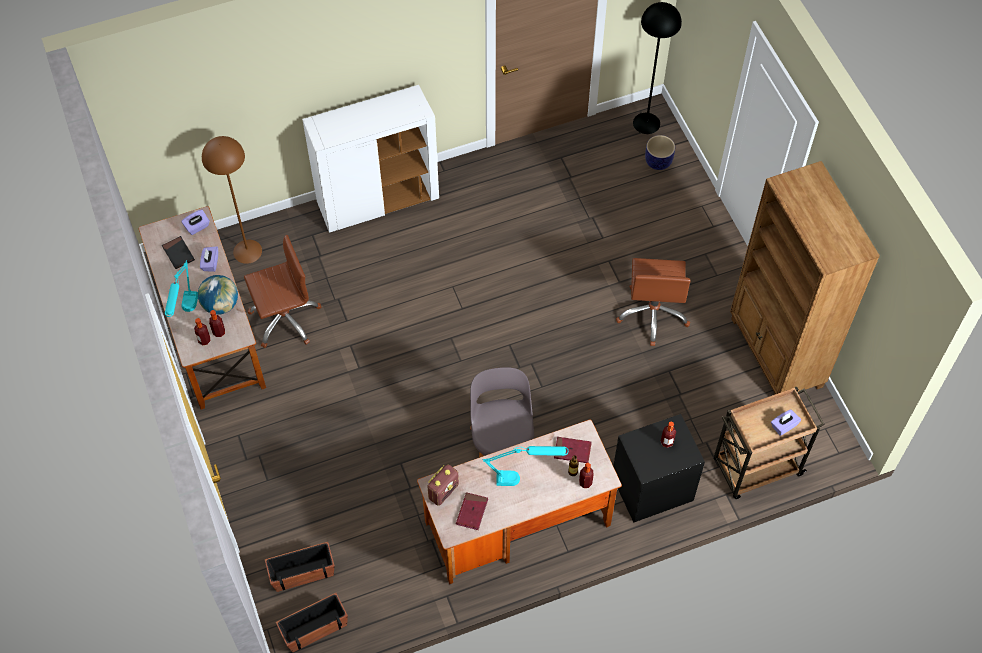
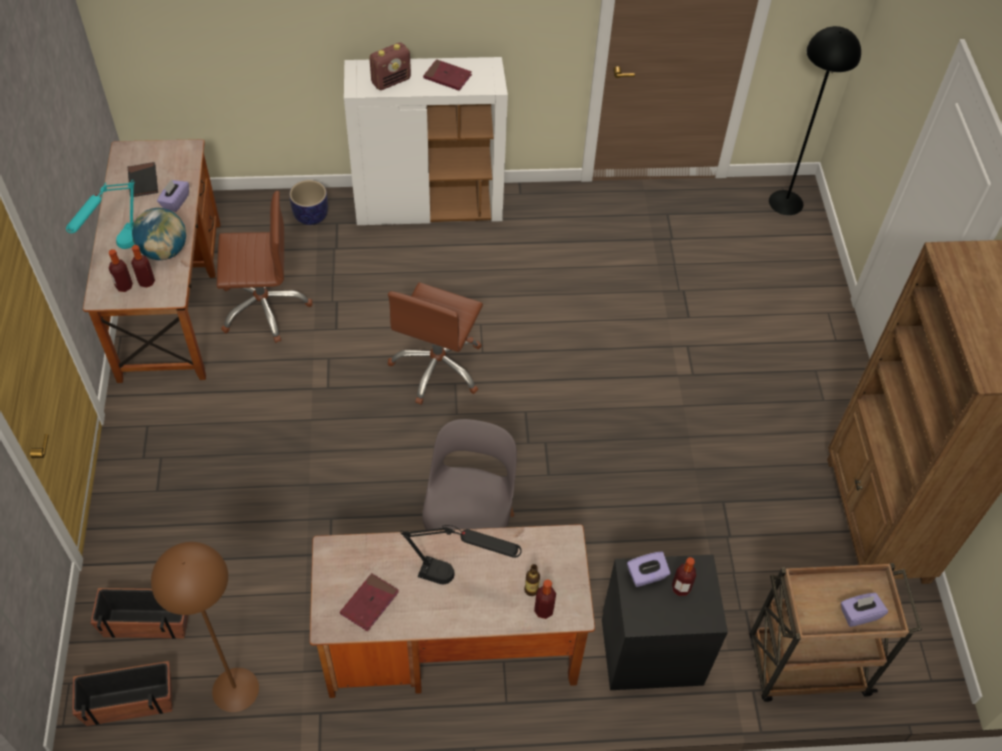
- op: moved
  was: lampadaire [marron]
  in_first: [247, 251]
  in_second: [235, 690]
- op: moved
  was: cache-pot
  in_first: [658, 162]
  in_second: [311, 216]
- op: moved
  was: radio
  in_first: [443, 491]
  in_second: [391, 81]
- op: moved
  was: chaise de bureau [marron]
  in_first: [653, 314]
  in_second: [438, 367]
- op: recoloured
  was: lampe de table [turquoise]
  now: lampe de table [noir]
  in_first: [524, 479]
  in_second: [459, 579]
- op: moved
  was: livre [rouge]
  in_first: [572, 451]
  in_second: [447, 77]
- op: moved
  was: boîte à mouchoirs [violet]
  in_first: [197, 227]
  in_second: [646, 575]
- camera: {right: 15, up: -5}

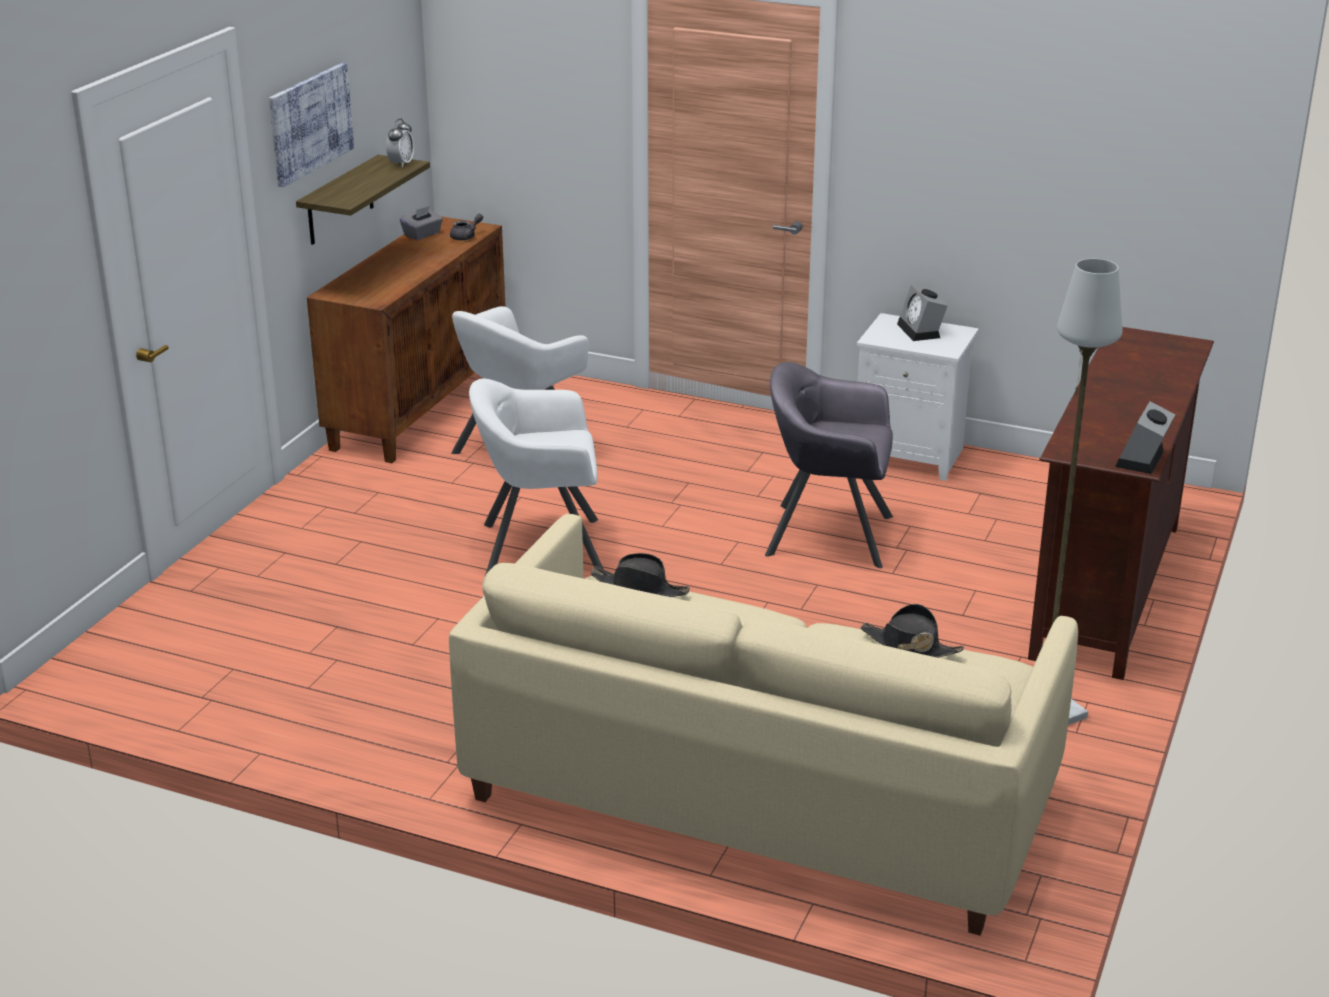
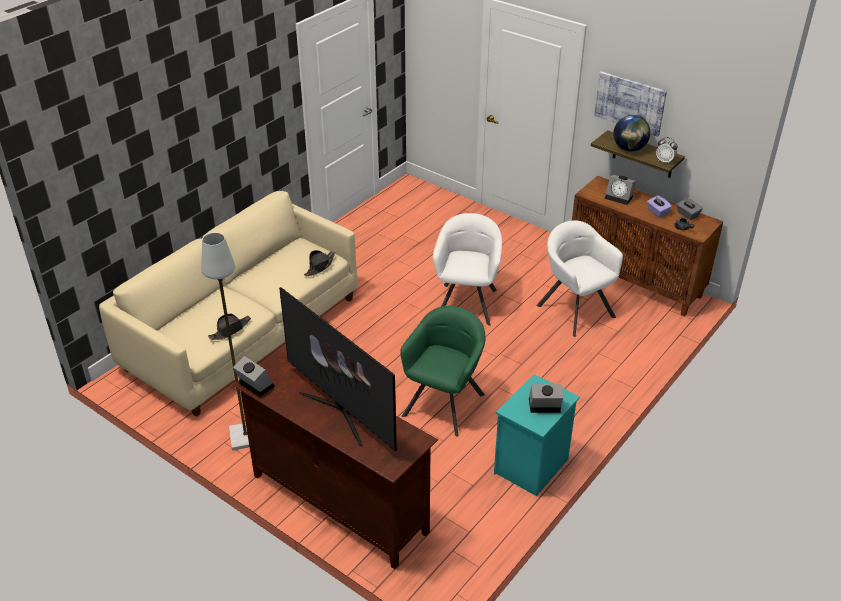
- op: added
  now: téléviseur
  in_second: [341, 410]
- op: recoloured
  was: fauteuil [gris]
  now: fauteuil [vert]
  in_first: [828, 534]
  in_second: [444, 404]
- op: recoloured
  was: table de chevet [blanc]
  now: table de chevet [turquoise]
  in_first: [912, 456]
  in_second: [531, 467]
- op: added
  now: réveil
  in_second: [620, 197]
- op: added
  now: globe
  in_second: [629, 149]
- op: added
  now: boîte à mouchoirs [violet]
  in_second: [657, 212]
- camera: {right: 105, up: 10}

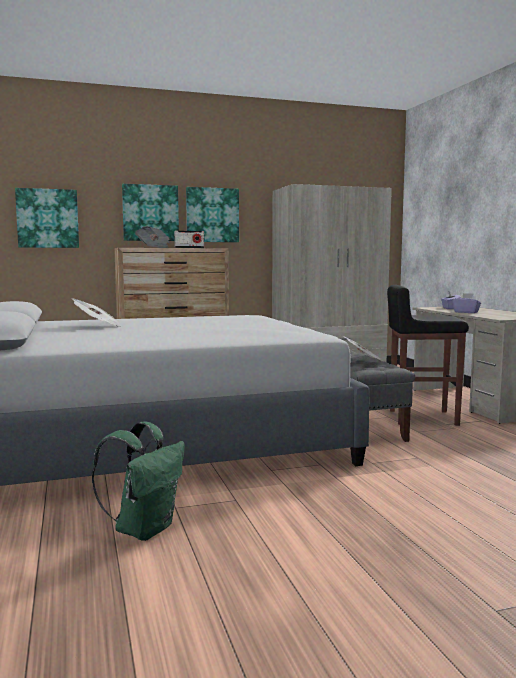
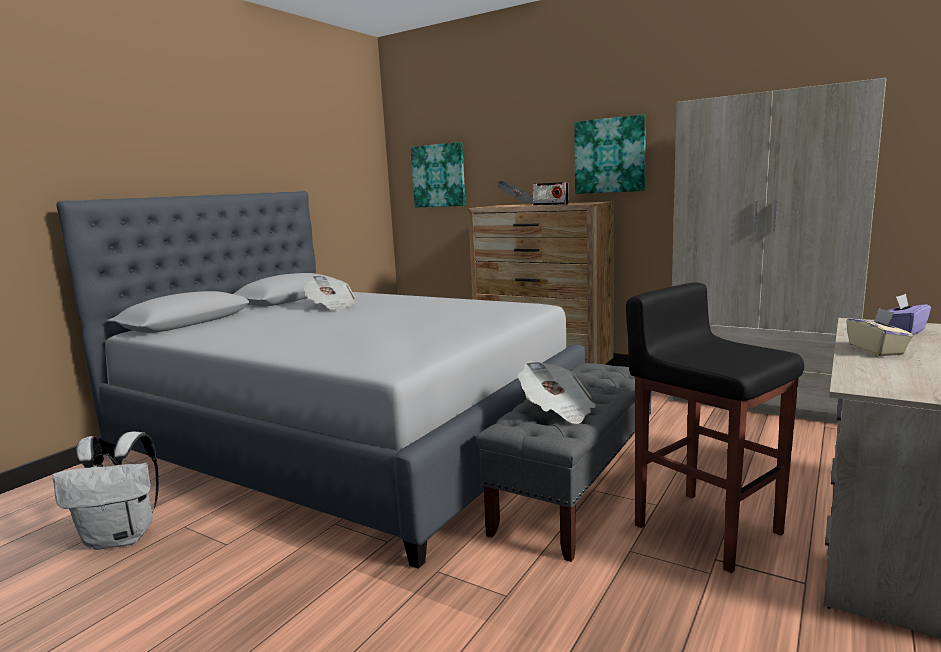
- op: recoloured
  was: sac à dos [vert]
  now: sac à dos [blanc]
  in_first: [144, 529]
  in_second: [123, 537]
- op: recoloured
  was: boîte à mouchoirs [violet]
  now: boîte à mouchoirs [beige]
  in_first: [466, 312]
  in_second: [876, 350]
- op: removed
  was: tableau
  in_first: [150, 213]
- camera: {right: 50, up: 5}

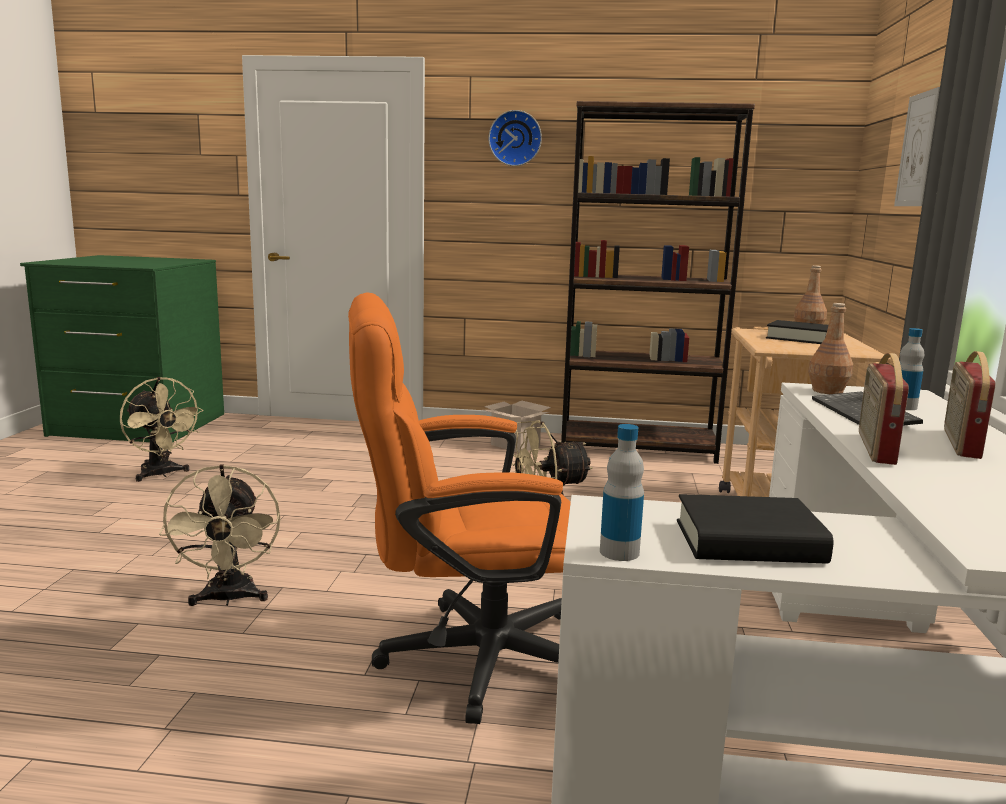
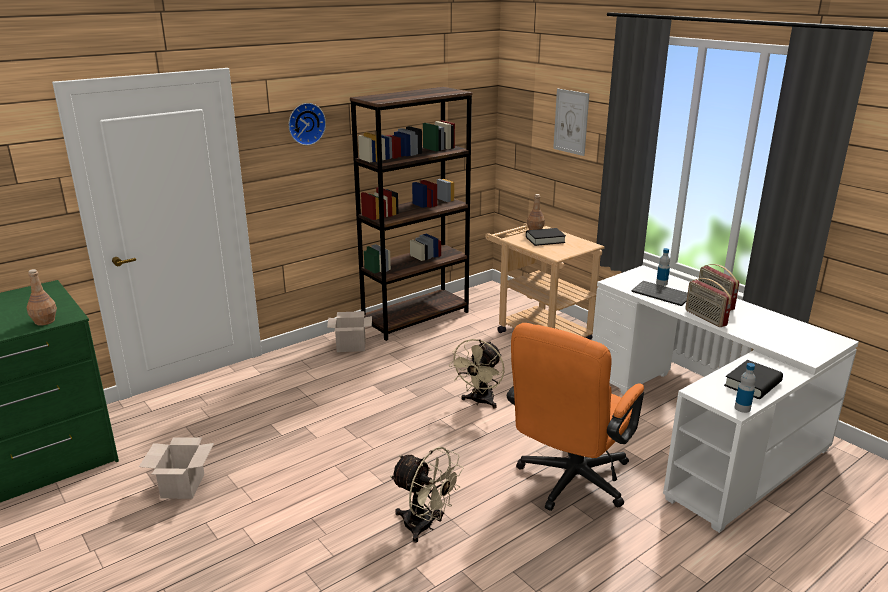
- op: moved
  was: bouteille [marron]
  in_first: [827, 391]
  in_second: [44, 321]
- op: replaced
  was: ventilateur [beige]
  now: carton
  in_first: [161, 474]
  in_second: [182, 485]
- camera: {right: -45, up: 10}

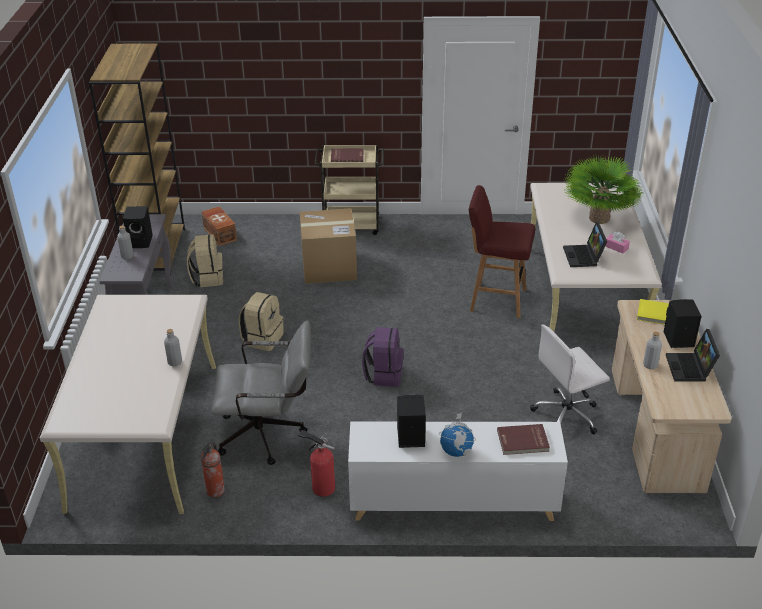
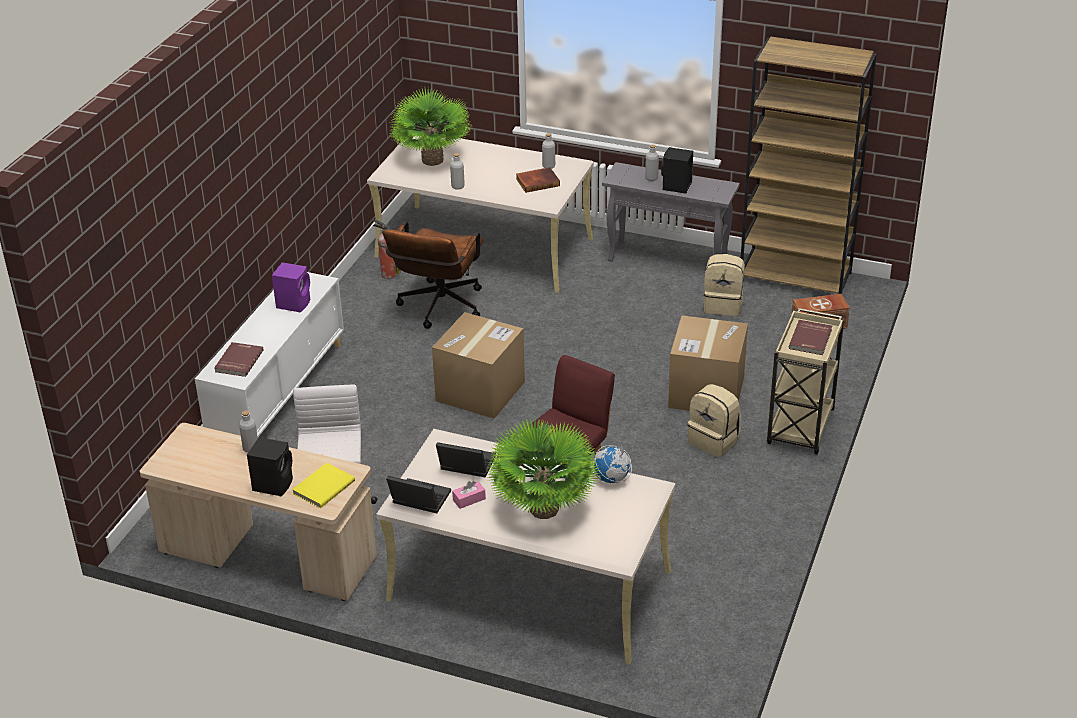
- op: recoloured
  was: enceinte [noir]
  now: enceinte [violet]
  in_first: [409, 437]
  in_second: [294, 303]
- op: recoloured
  was: chaise de bureau [gris]
  now: chaise de bureau [marron]
  in_first: [269, 434]
  in_second: [438, 309]
- op: moved
  was: ordinateur portable
  in_first: [690, 368]
  in_second: [418, 500]
- op: added
  now: plante en pot
  in_second: [432, 160]
- op: replaced
  was: sac à dos [violet]
  now: carton
  in_first: [384, 374]
  in_second: [480, 391]
- op: added
  now: livre
  in_second: [537, 182]
- op: added
  now: bouteille [gris]
  in_second: [548, 166]
- op: moved
  was: globe
  in_first: [456, 451]
  in_second: [611, 479]
- op: moved
  was: sac à dos [beige]
  in_first: [262, 338]
  in_second: [714, 441]
- op: removed
  was: extincteur
  in_first: [321, 487]
- camera: {right: 110, up: 0}

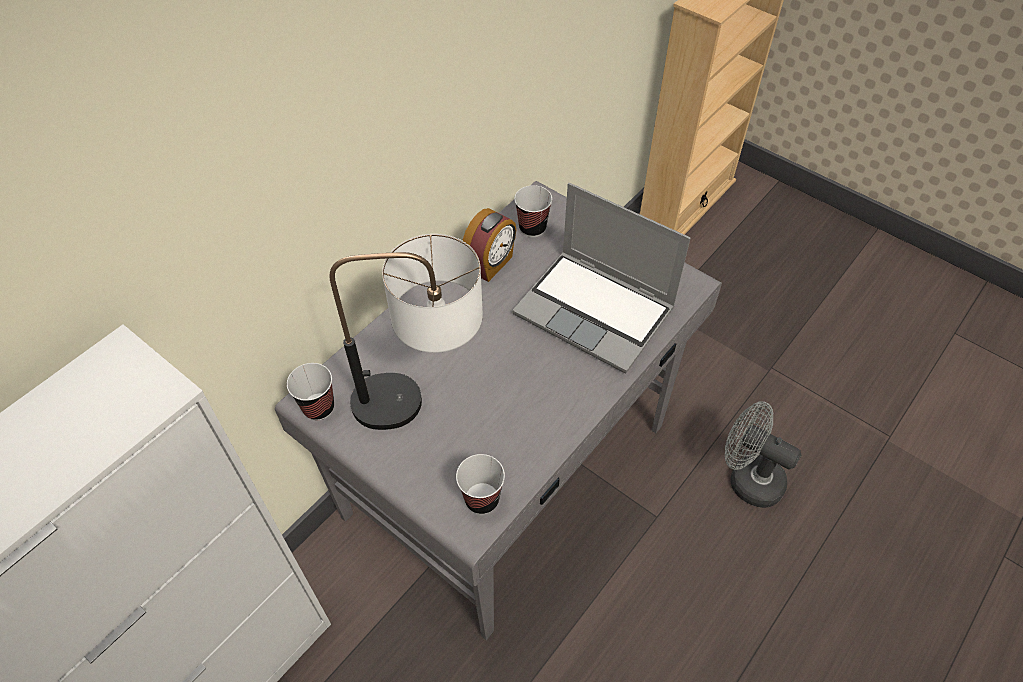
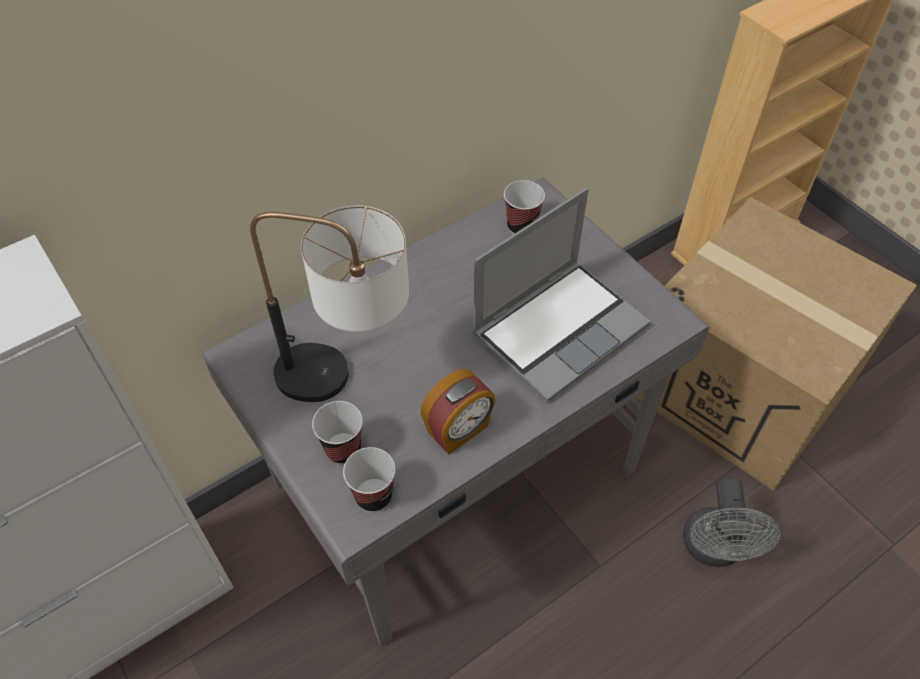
- op: moved
  was: tasse
  in_first: [318, 407]
  in_second: [343, 449]
- op: moved
  was: réveil
  in_first: [490, 264]
  in_second: [458, 430]
- op: turned
  was: ordinateur portable
  in_first: [596, 311]
  in_second: [560, 328]
  clockwise: -90
- op: added
  now: carton
  in_second: [742, 386]
- op: turned
  was: ventilateur [gris]
  in_first: [747, 478]
  in_second: [713, 550]
  clockwise: -135
- camera: {right: 15, up: 0}

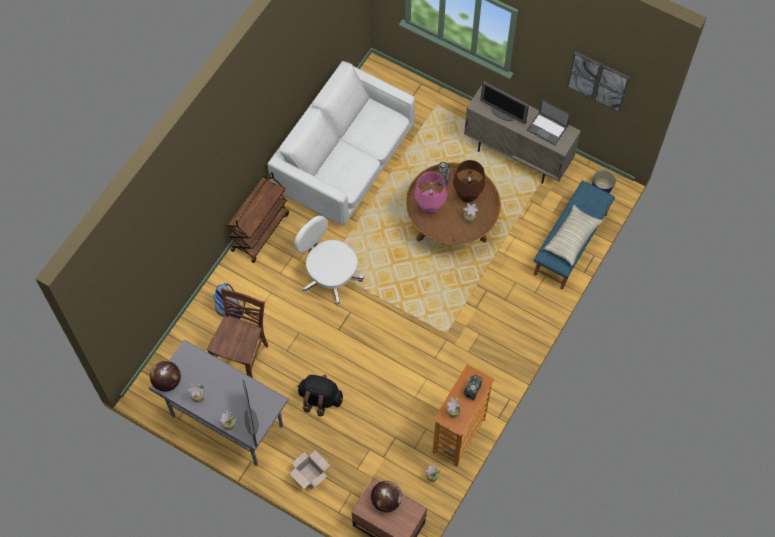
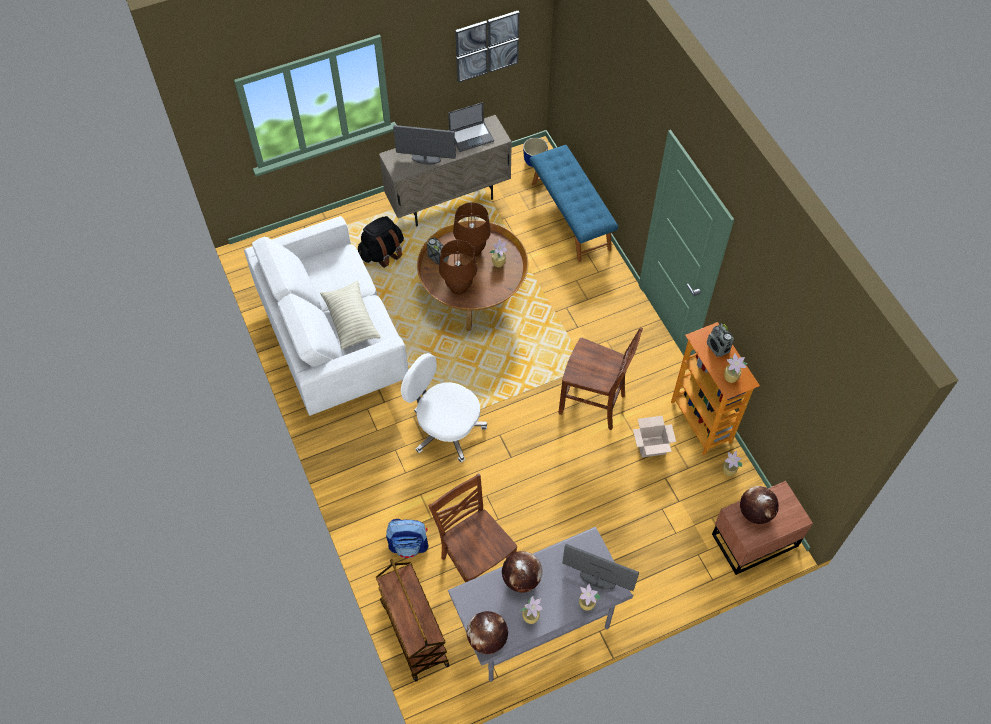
- op: moved
  was: coussin
  in_first: [572, 239]
  in_second: [351, 320]
- op: moved
  was: sac à dos [noir]
  in_first: [320, 399]
  in_second: [382, 253]
- op: moved
  was: chariot [marron]
  in_first: [260, 231]
  in_second: [414, 632]
- op: turned
  was: écran d'ordinateur
  in_first: [502, 114]
  in_second: [426, 158]
  clockwise: -150
- op: turned
  was: chaise de bureau [blanc]
  in_first: [330, 276]
  in_second: [445, 428]
  clockwise: 45
- op: recoloured
  was: lampe de table [rose]
  now: lampe de table [marron]
  in_first: [429, 207]
  in_second: [459, 286]
- op: added
  now: globe
  in_second: [521, 578]
- op: added
  now: chaise [marron]
  in_second: [593, 404]
- op: moved
  was: carton
  in_first: [311, 476]
  in_second: [652, 446]
- camera: {right: -55, up: -5}

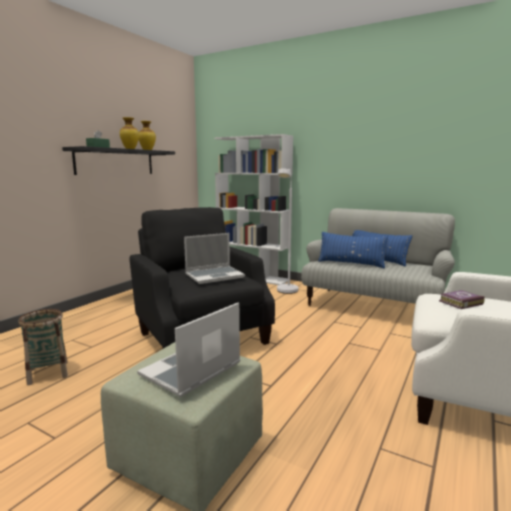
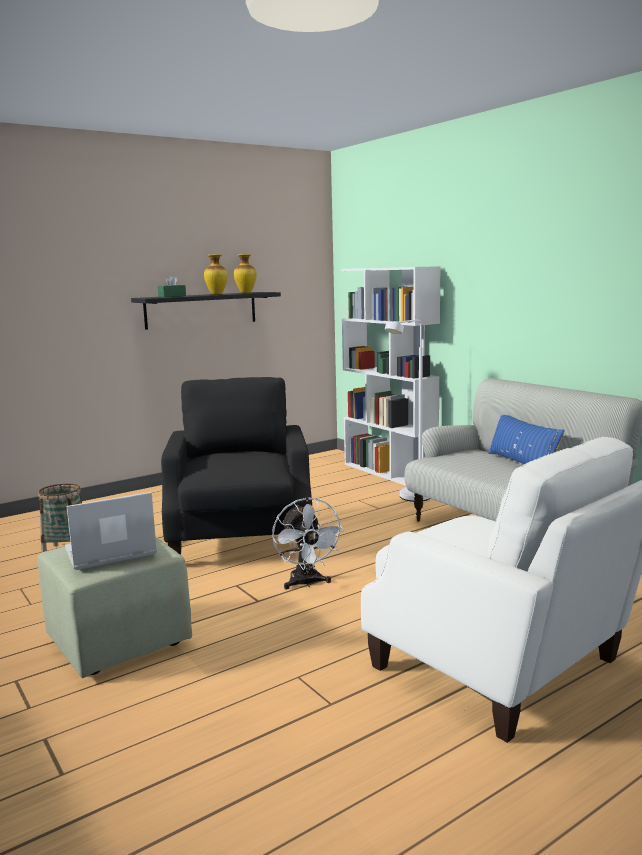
- op: added
  now: ventilateur [blanc]
  in_second: [306, 583]
- op: removed
  was: ordinateur portable
  in_first: [215, 276]
- op: removed
  was: coussin [bleu]
  in_first: [351, 263]
- op: removed
  was: livre
  in_first: [459, 302]
- camera: {right: 25, up: 0}

